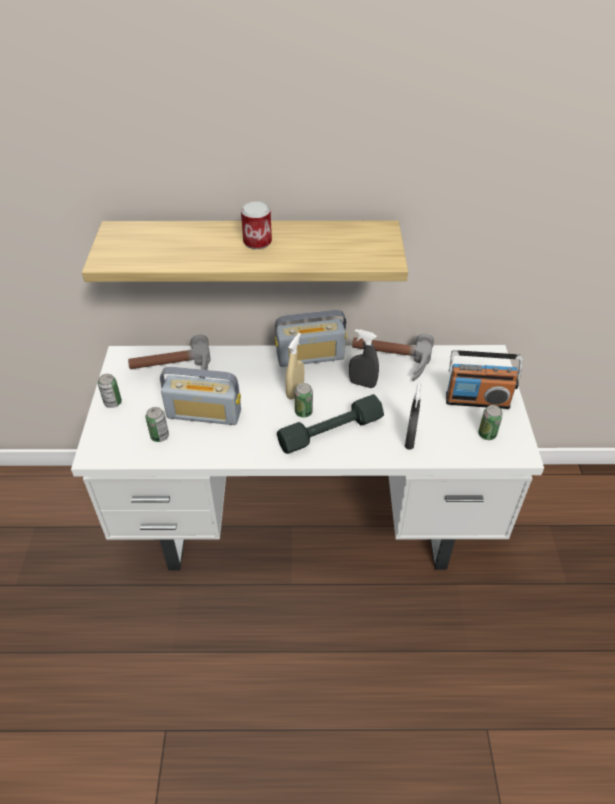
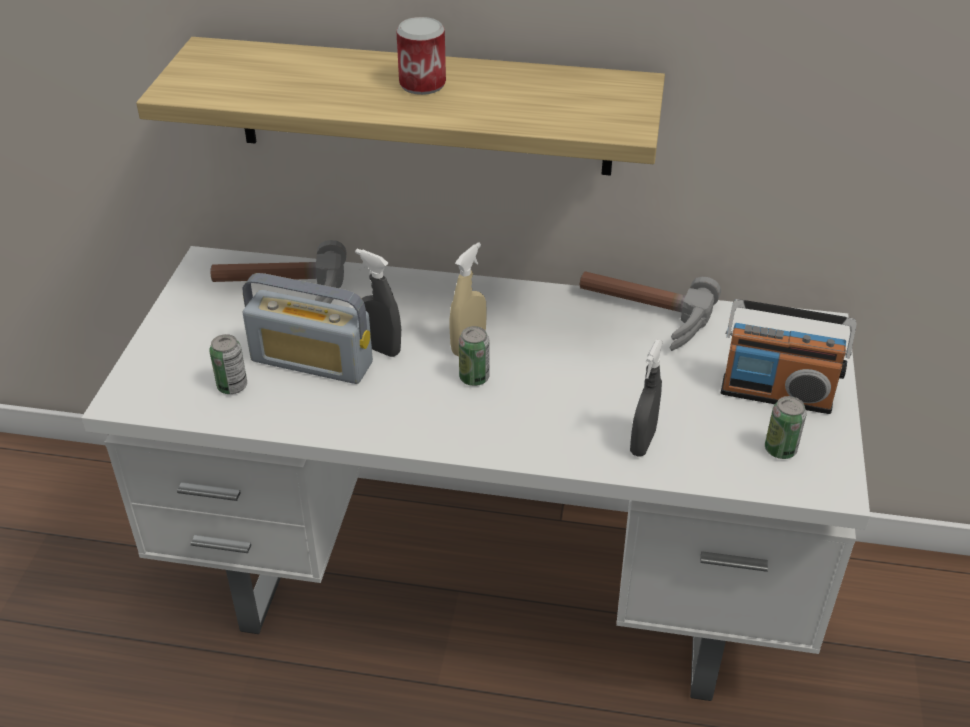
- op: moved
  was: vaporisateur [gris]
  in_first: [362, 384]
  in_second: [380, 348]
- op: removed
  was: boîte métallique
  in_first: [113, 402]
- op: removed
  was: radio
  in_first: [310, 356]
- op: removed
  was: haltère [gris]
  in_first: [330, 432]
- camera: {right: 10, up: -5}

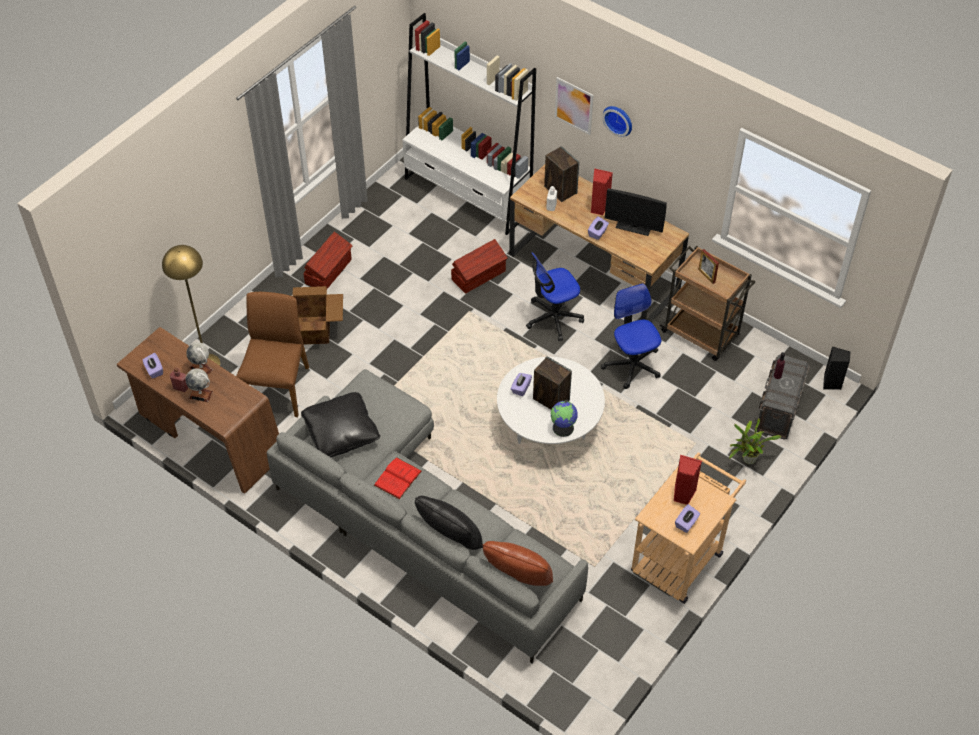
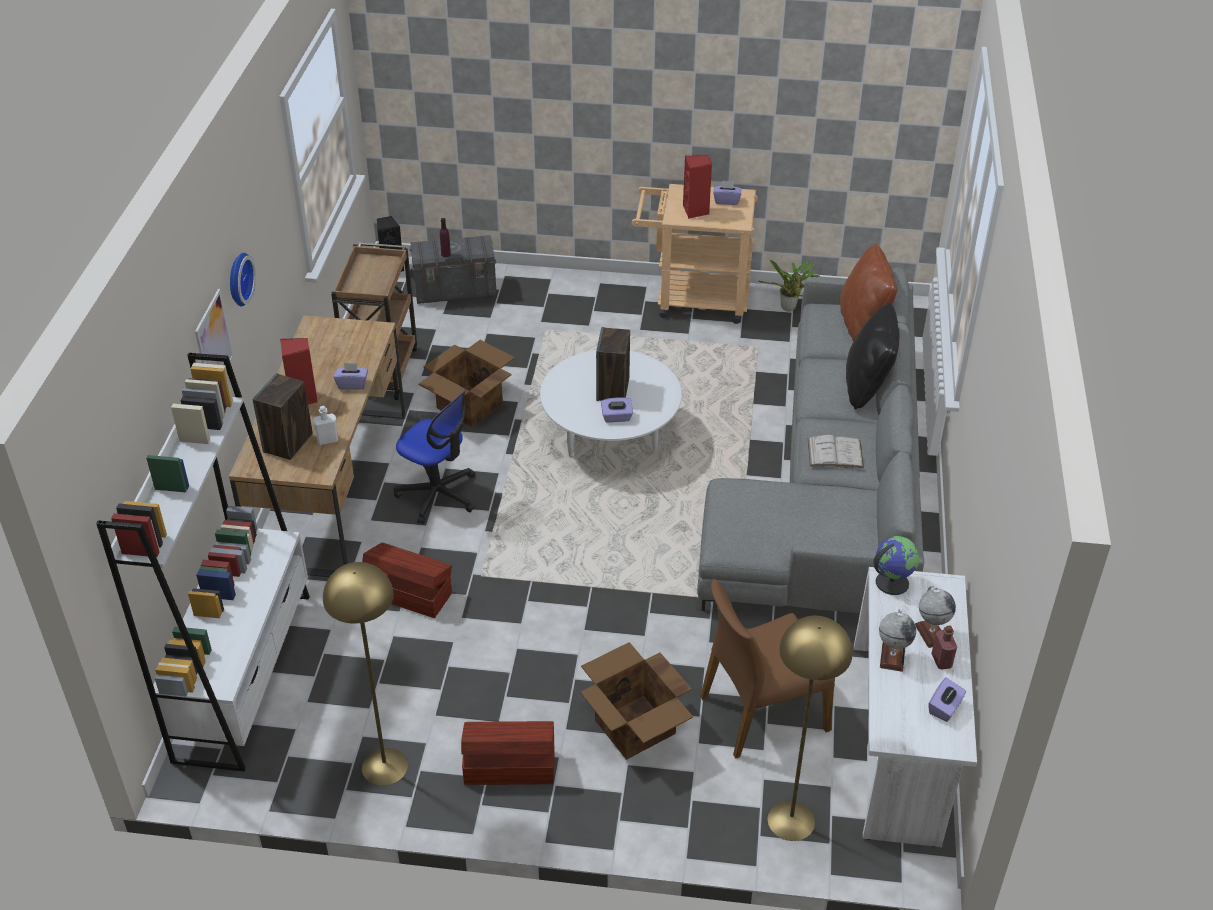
- op: added
  now: lampadaire [jaune]
  in_second: [384, 766]
- op: replaced
  was: chaise de bureau
  now: carton
  in_first: [632, 365]
  in_second: [468, 406]
- op: moved
  was: plante en pot
  in_first: [747, 460]
  in_second: [790, 308]
- op: recoloured
  was: livre [rouge]
  now: livre [blanc]
  in_first: [398, 478]
  in_second: [835, 453]
- op: recoloured
  was: bureau [marron]
  now: bureau [blanc]
  in_first: [208, 436]
  in_second: [899, 743]
- op: moved
  was: globe
  in_first: [563, 428]
  in_second: [891, 582]
- op: removed
  was: coussin [noir]
  in_first: [341, 433]
- op: removed
  was: écran d'ordinateur
  in_first: [633, 226]
- op: removed
  was: cadre photo
  in_first: [706, 276]
- camera: {right: -120, up: -10}

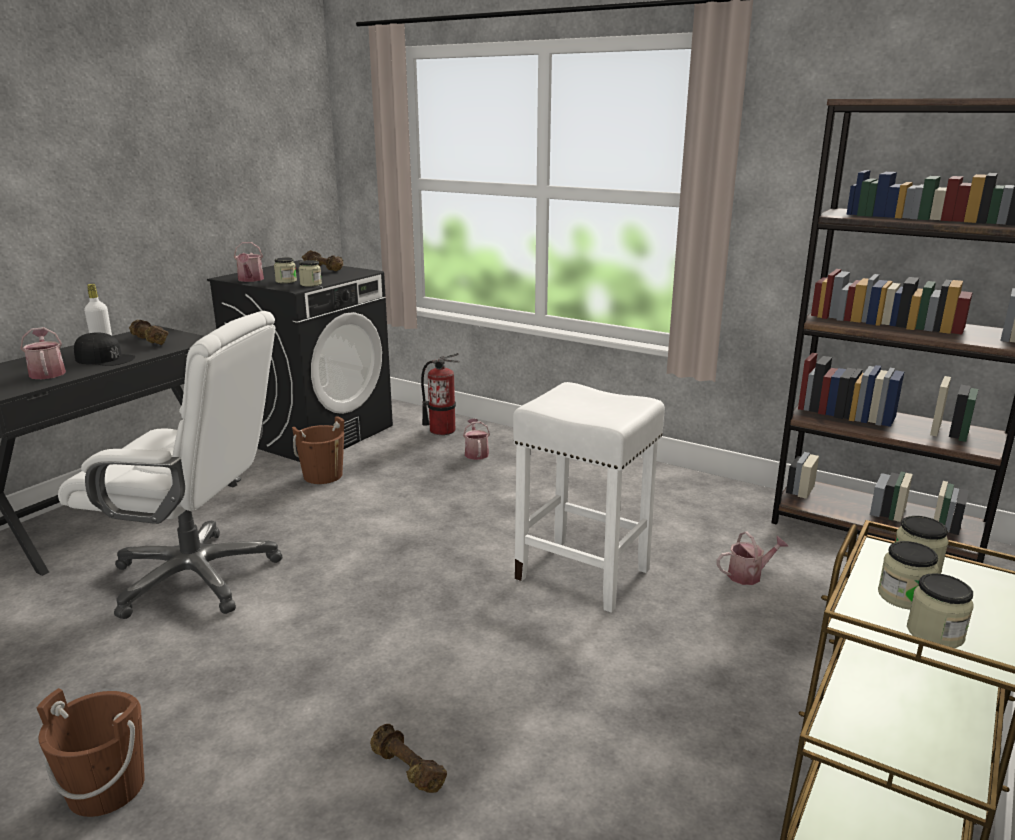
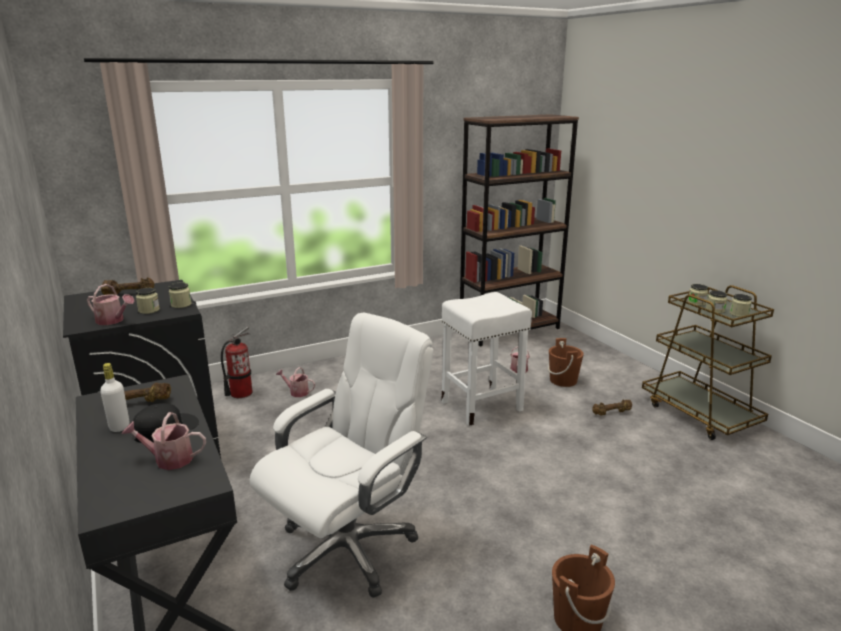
- op: moved
  was: seau [marron]
  in_first: [323, 476]
  in_second: [563, 380]
- op: moved
  was: haltère [marron]
  in_first: [406, 770]
  in_second: [611, 413]
- camera: {right: -60, up: 0}

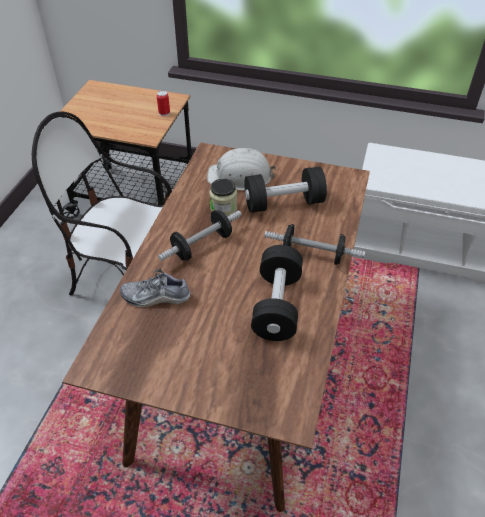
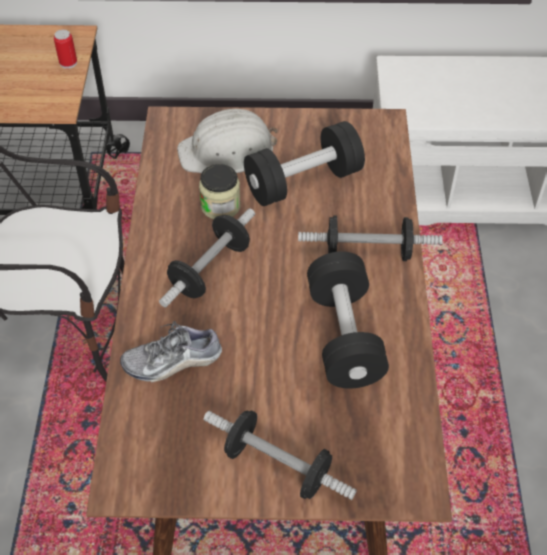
- op: added
  now: haltère
  in_second: [277, 466]
- camera: {right: -15, up: 5}

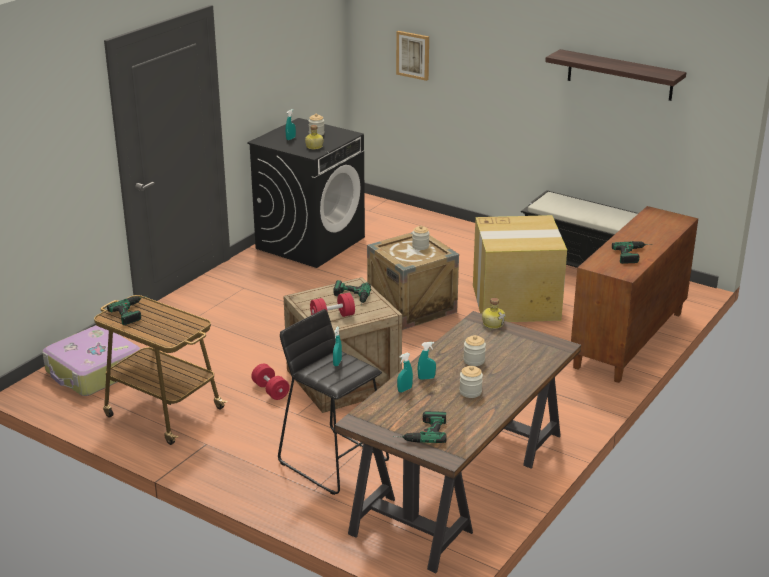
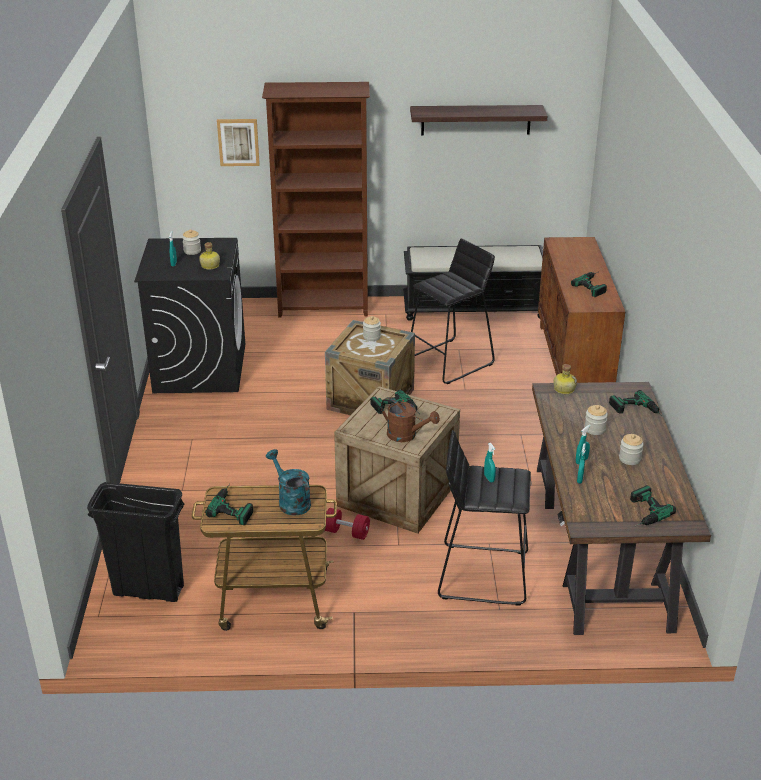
- op: replaced
  was: valise
  now: poubelle [noir]
  in_first: [93, 372]
  in_second: [149, 590]
- op: added
  now: bibliothèque [marron]
  in_second: [324, 308]
- op: added
  now: arrosoir [turquoise]
  in_second: [291, 501]
- op: replaced
  was: haltère [rouge]
  now: arrosoir [marron]
  in_first: [332, 317]
  in_second: [406, 435]
- op: replaced
  was: carton
  now: tabouret [noir]
  in_first: [517, 302]
  in_second: [450, 361]
- op: added
  now: perceuse
  in_second: [637, 411]
- camera: {right: -35, up: 5}

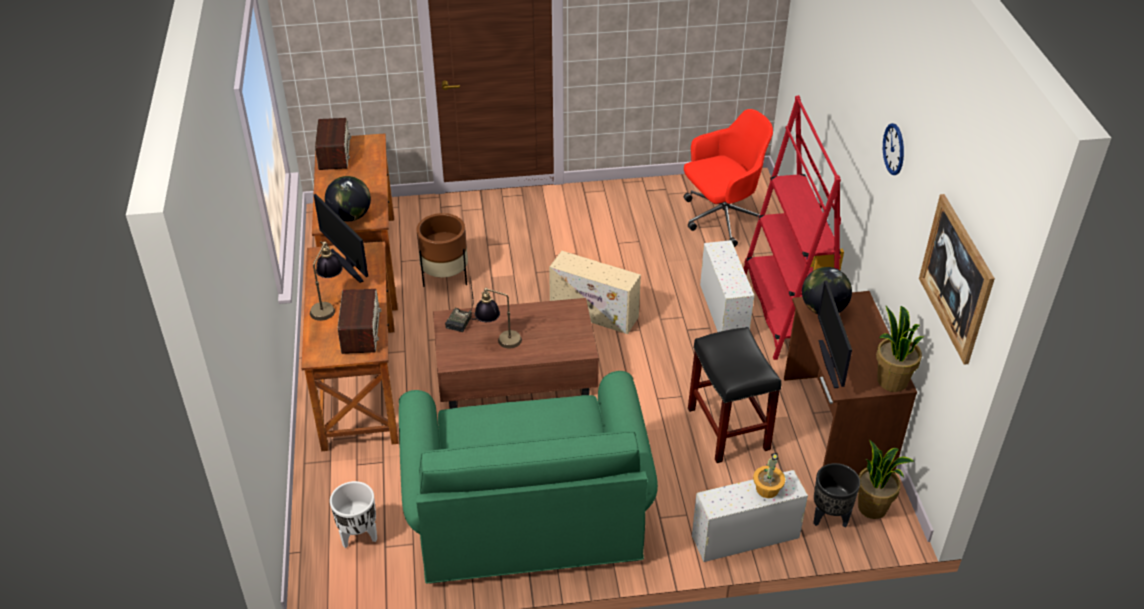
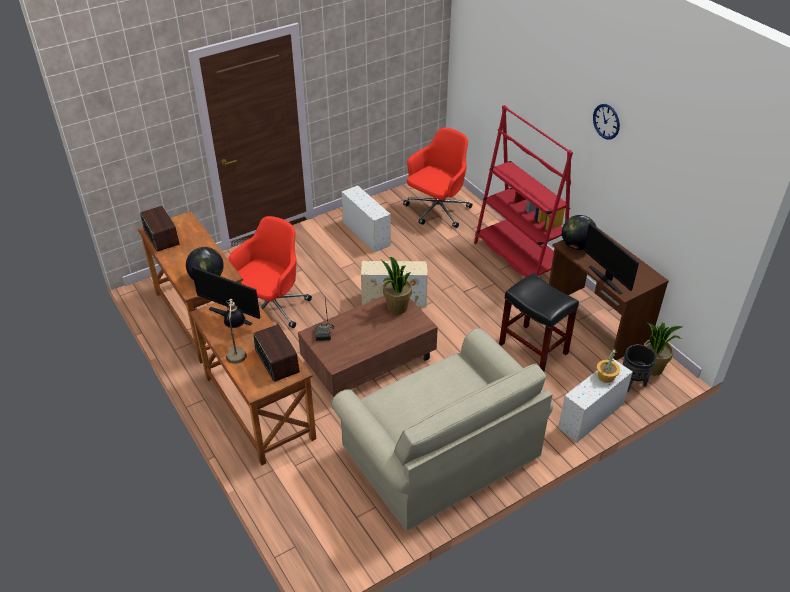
- op: replaced
  was: cache-pot [marron]
  now: chaise de bureau [rouge]
  in_first: [445, 277]
  in_second: [271, 308]
- op: recoloured
  was: canapé [vert]
  now: canapé [beige]
  in_first: [526, 513]
  in_second: [440, 454]
- op: moved
  was: boîte de rangement [blanc]
  in_first: [723, 310]
  in_second: [365, 233]
- op: moved
  was: plante en pot
  in_first: [891, 381]
  in_second: [396, 307]
- op: removed
  was: cache-pot [blanc]
  in_first: [358, 536]
- op: removed
  was: lampe de table
  in_first: [499, 340]
- op: removed
  was: tableau
  in_first: [956, 278]
- camera: {right: -25, up: 0}

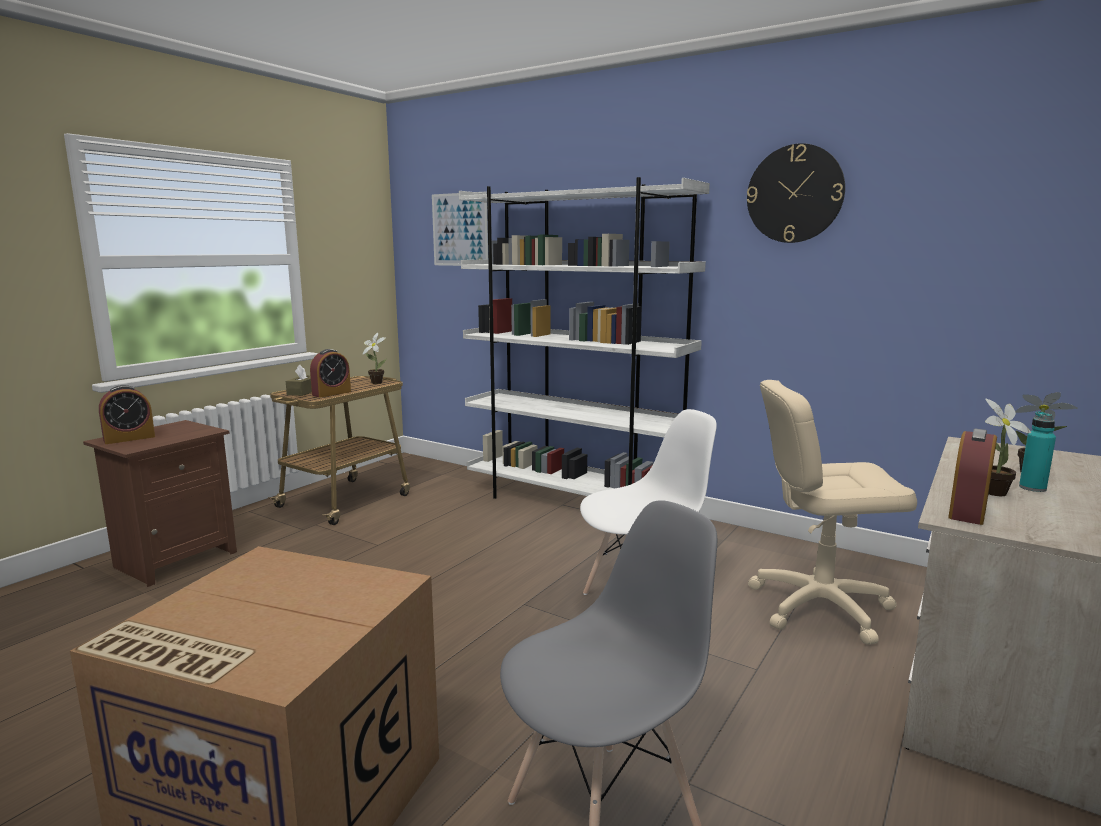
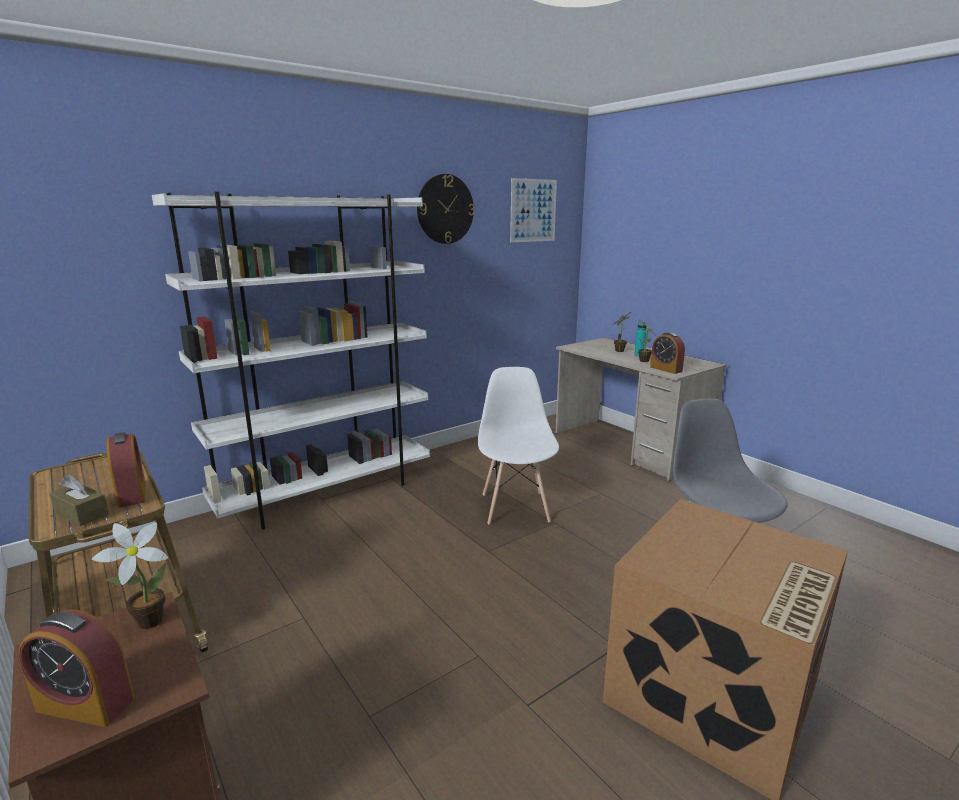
- op: turned
  was: réveil
  in_first: [129, 438]
  in_second: [85, 704]
  clockwise: 120
- op: moved
  was: plante en pot
  in_first: [375, 382]
  in_second: [145, 622]
- op: moved
  was: tableau
  in_first: [459, 229]
  in_second: [533, 210]
- op: removed
  was: chaise de bureau [beige]
  in_first: [819, 606]
- camera: {right: -70, up: 5}

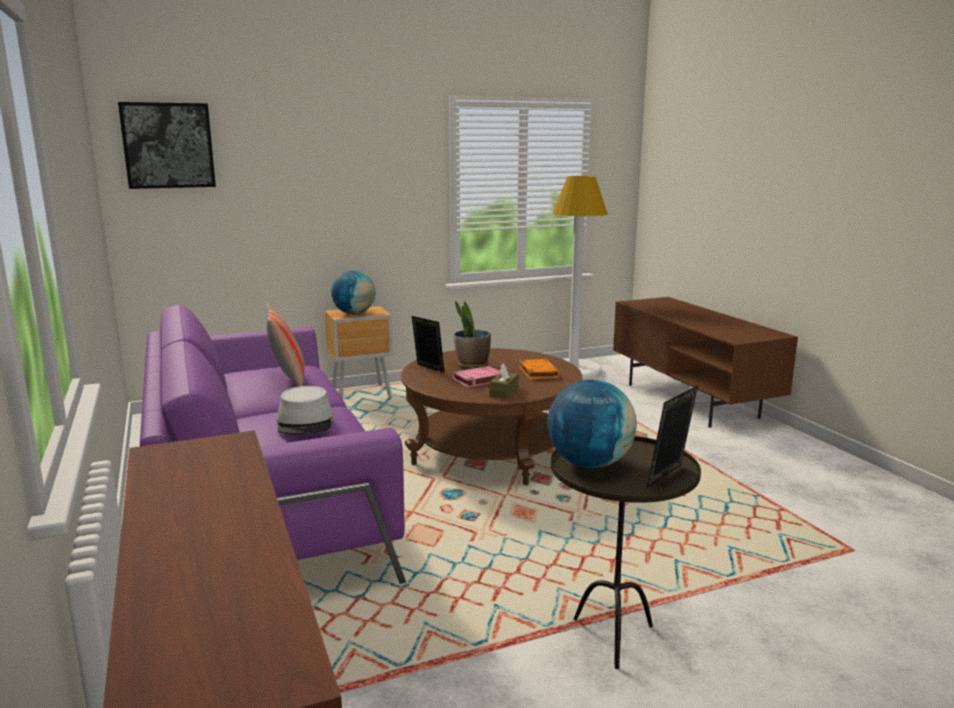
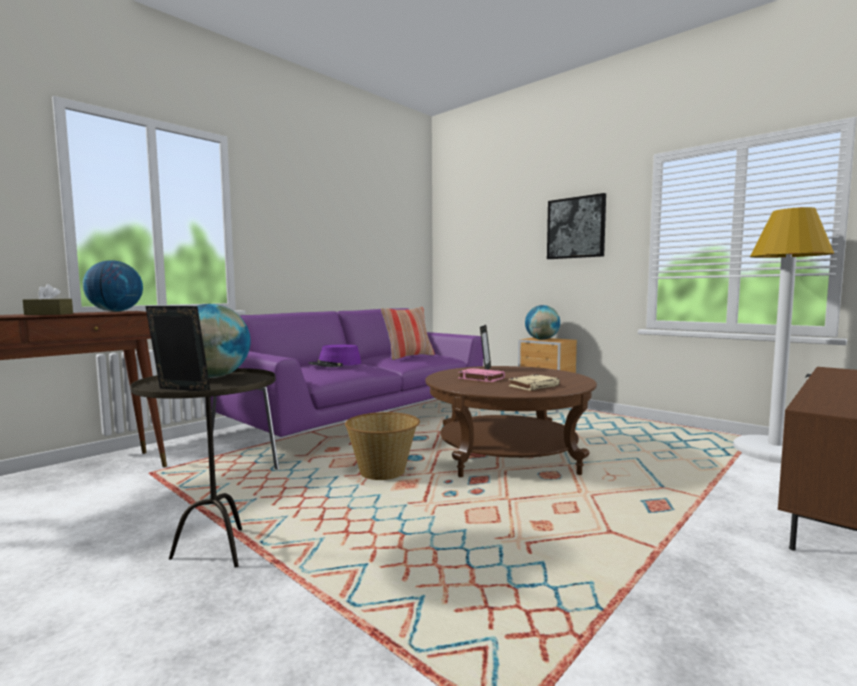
- op: moved
  was: boîte à mouchoirs [marron]
  in_first: [504, 392]
  in_second: [49, 314]
- op: added
  now: globe
  in_second: [115, 311]
- op: recoloured
  was: chapeau [gris]
  now: chapeau [violet]
  in_first: [305, 423]
  in_second: [335, 364]
- op: added
  now: panier
  in_second: [383, 472]
- op: recoloured
  was: livre [orange]
  now: livre [beige]
  in_first: [538, 372]
  in_second: [534, 386]
- op: moved
  was: tableau
  in_first: [168, 145]
  in_second: [576, 228]
- op: removed
  was: plante en pot
  in_first: [472, 365]
- camera: {right: 65, up: -10}

